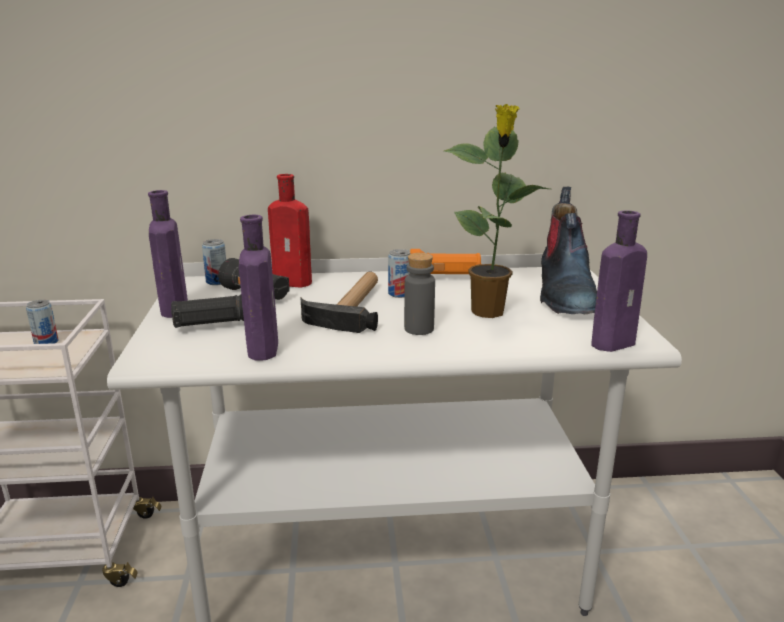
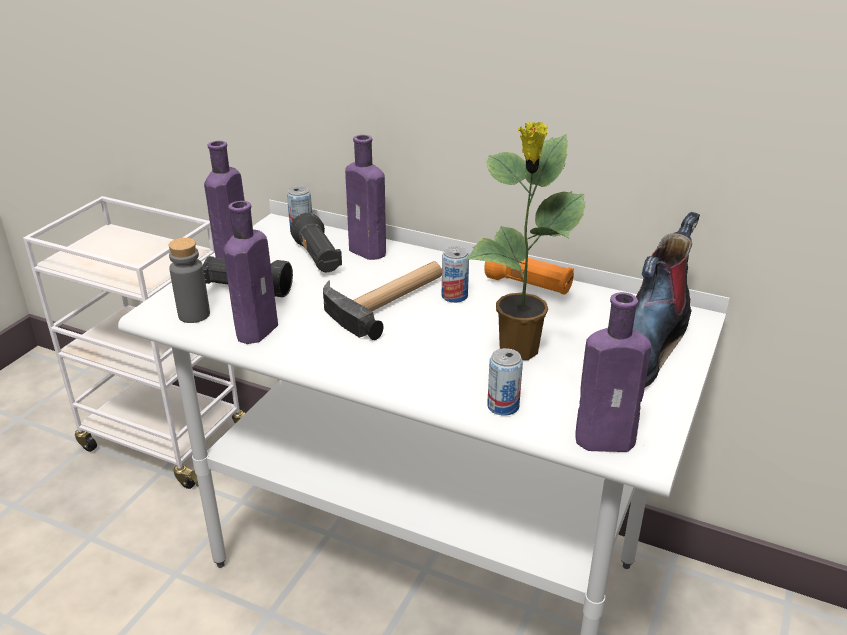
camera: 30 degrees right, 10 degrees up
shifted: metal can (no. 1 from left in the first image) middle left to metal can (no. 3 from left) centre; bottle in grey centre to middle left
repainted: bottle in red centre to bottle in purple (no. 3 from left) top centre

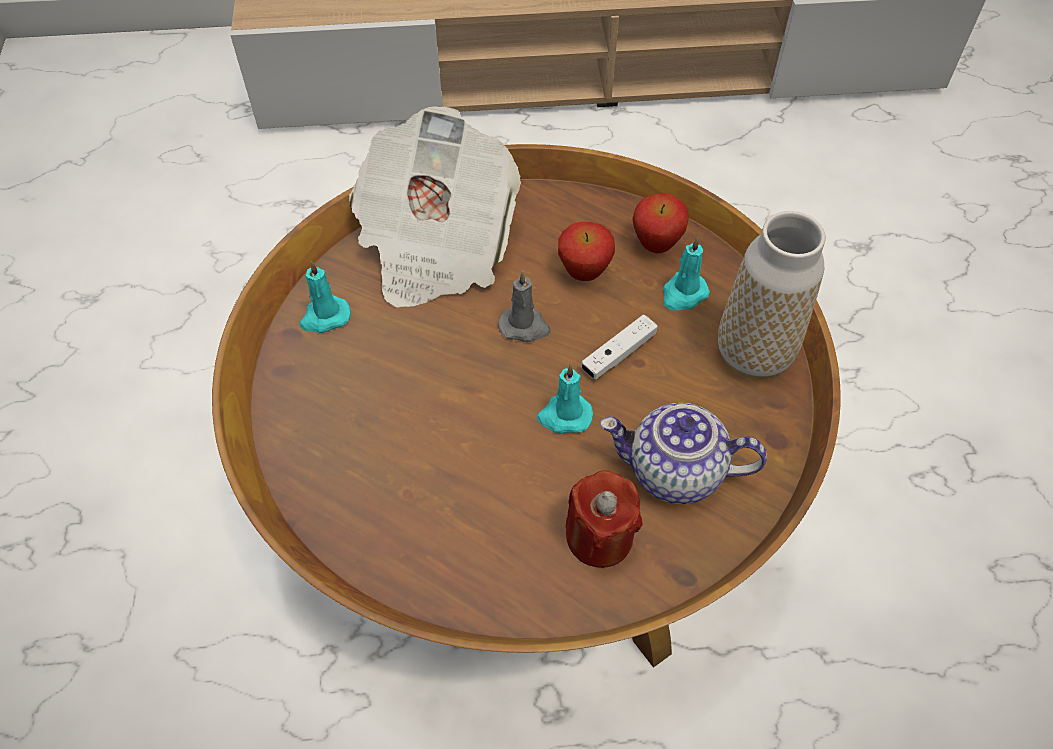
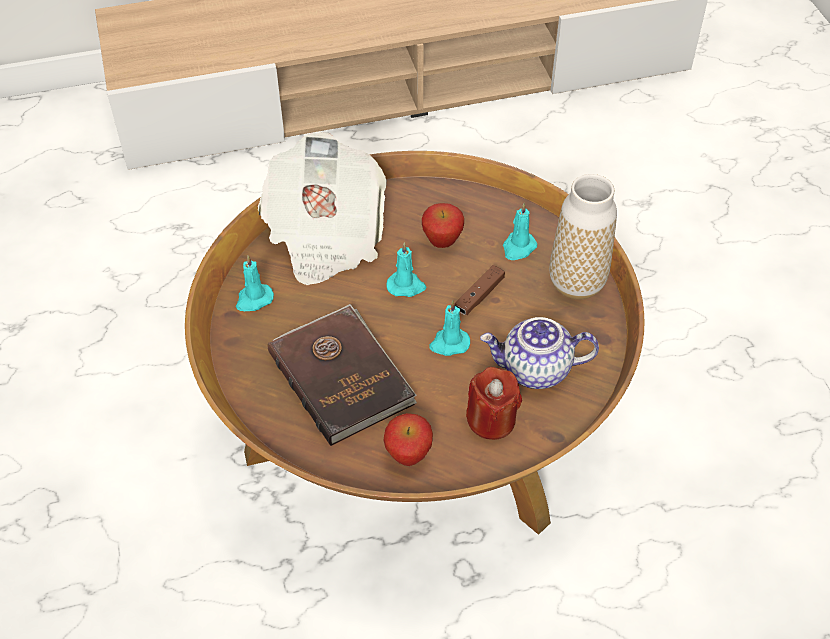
camera: 10 degrees left, 5 degrees down
new: volume in brown centre
shifted: whole apple (no. 2 from left in the first image) top centre to whole apple (no. 1 from left) bottom centre
repainted: candle in grey centre to candle in turquoise (no. 2 from left) centre; joypad in whitish centre to joypad in brown centre

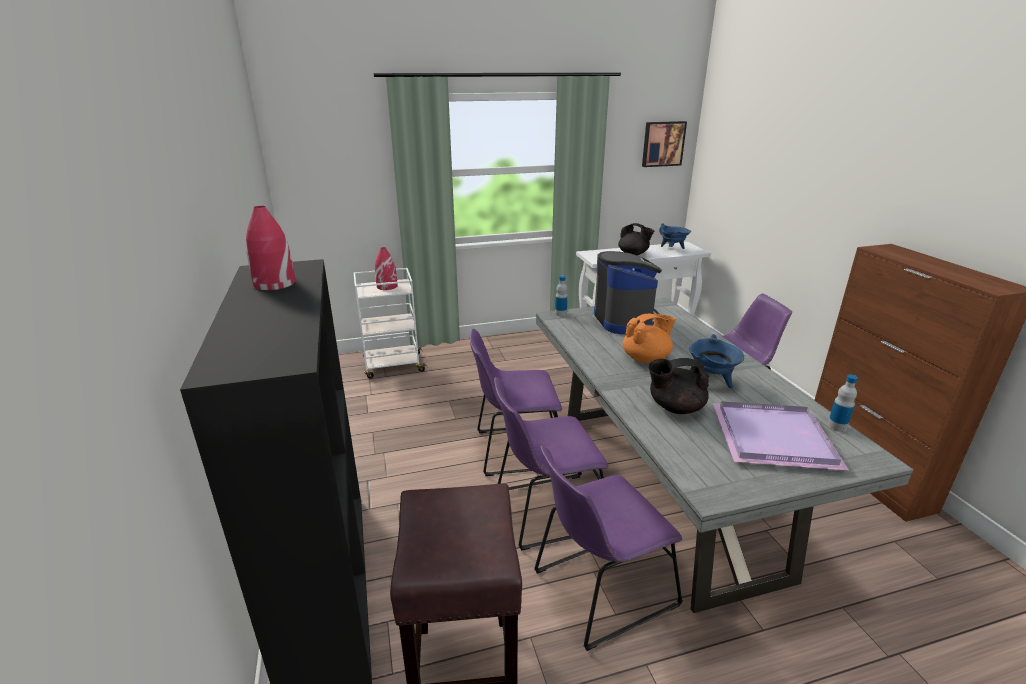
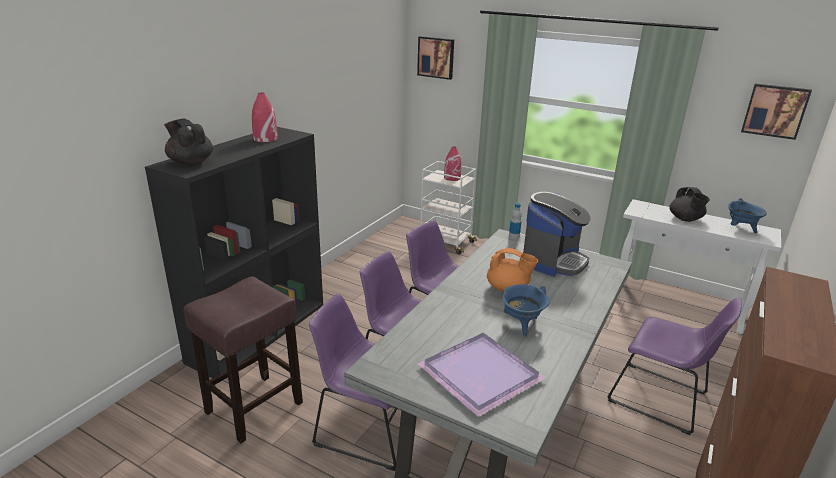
camera: 45 degrees right, 0 degrees up
gone: bottle (no. 2 from left) middle right
new: wall picture (no. 1 from left) top centre
shifted: pot for tea in blackish (no. 2 from left in the first image) centre to pot for tea in blackish (no. 1 from left) top left

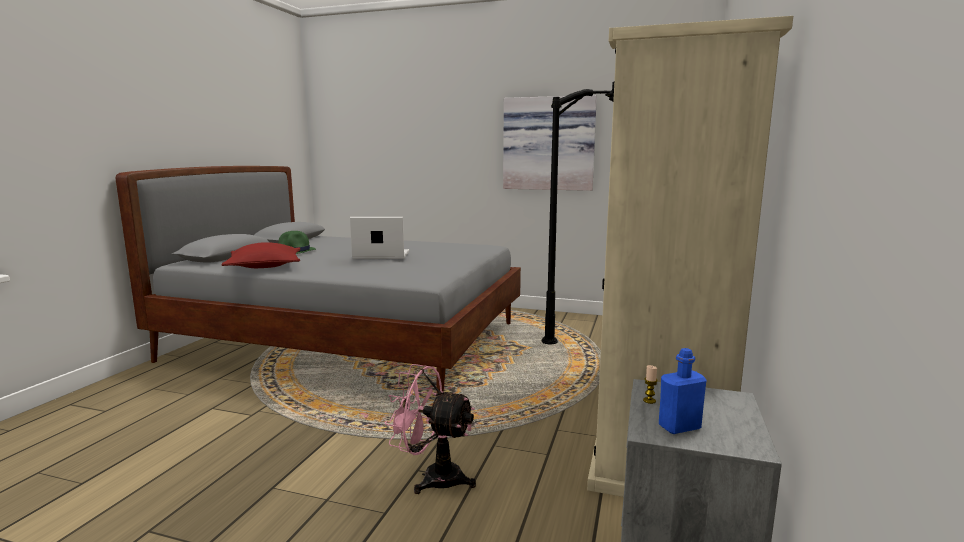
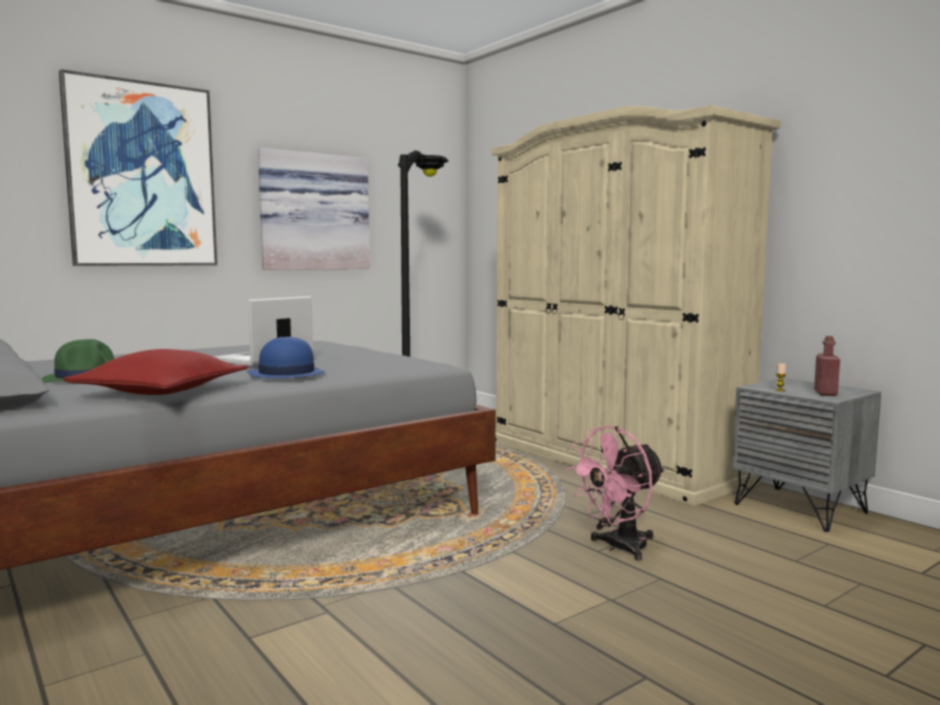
camera: 55 degrees left, 5 degrees down
new: wall picture (no. 1 from left) top left; clothing hat in blue-coloured middle left
repainted: bottle in blue-coloured bottom right to bottle in red middle right

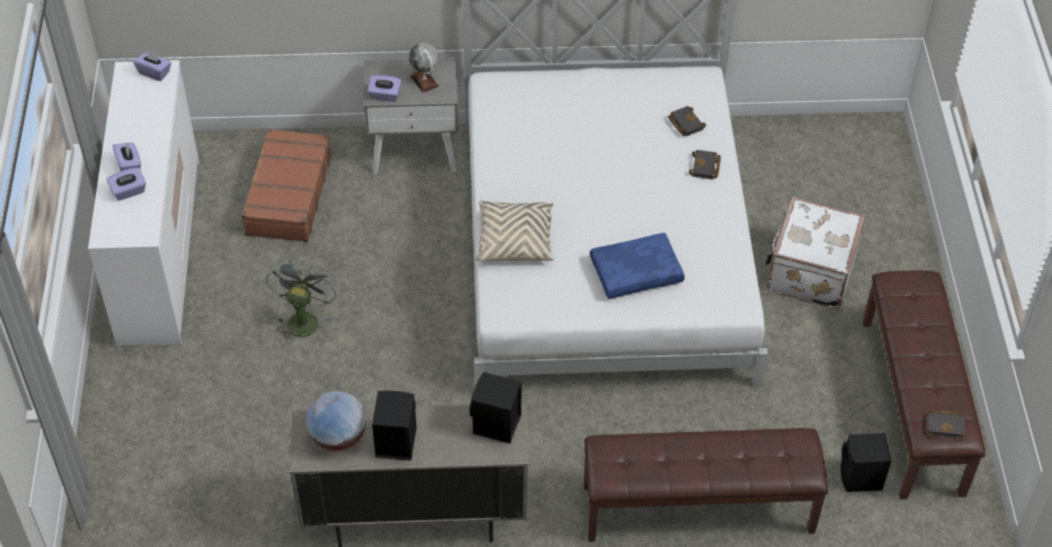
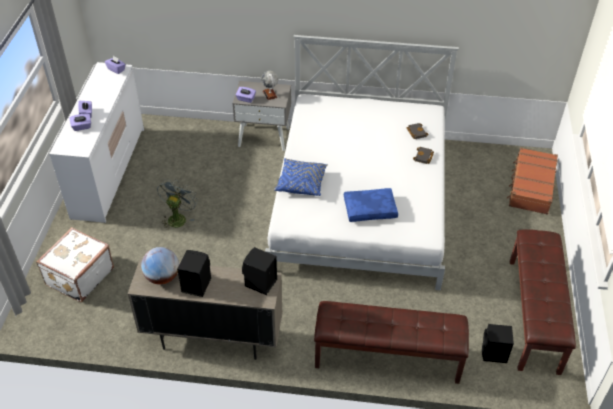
camera: 10 degrees right, 5 degrees down
gone: volume in blackish (no. 3 from left) bottom right
shifted: suitcase in brown middle left to middle right; suitcase in whitish middle right to middle left
repainted: pillow in beige centre to pillow in blue-coloured (no. 1 from left) centre

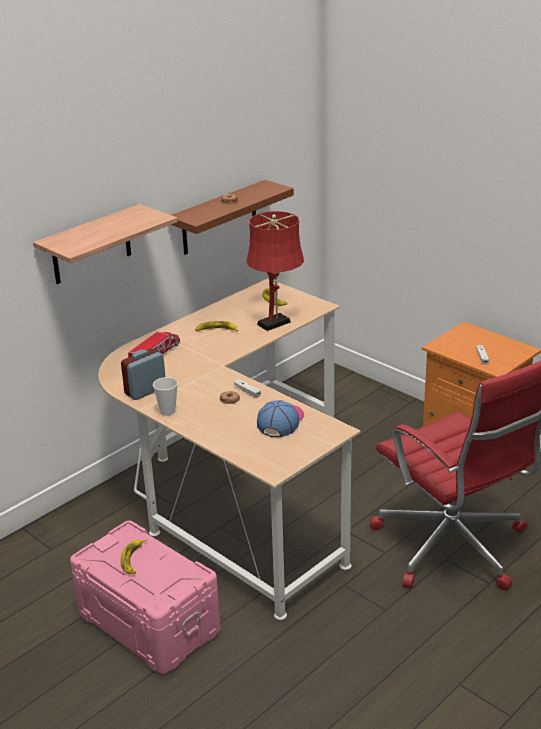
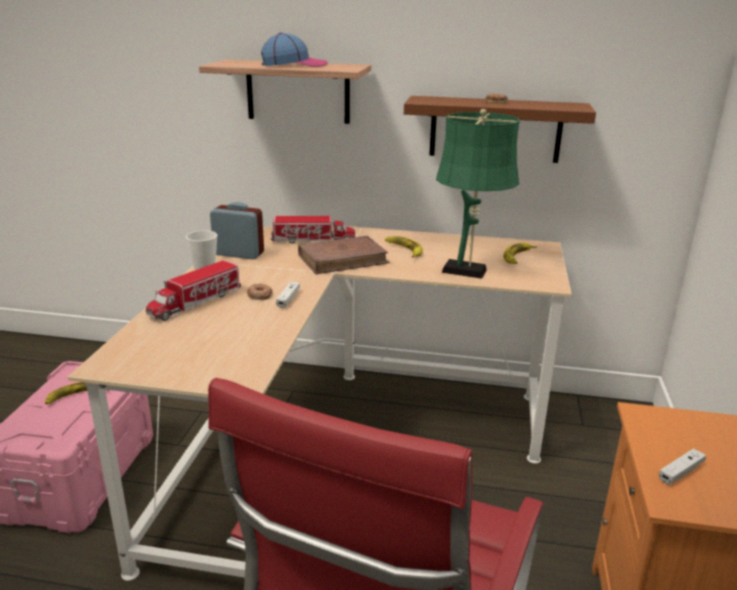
camera: 55 degrees right, 5 degrees down
new: model truck (no. 1 from left) middle left; volume in brown centre
shifted: baseball cap centre to top centre
repainted: table lamp in red centre to table lamp in green top centre

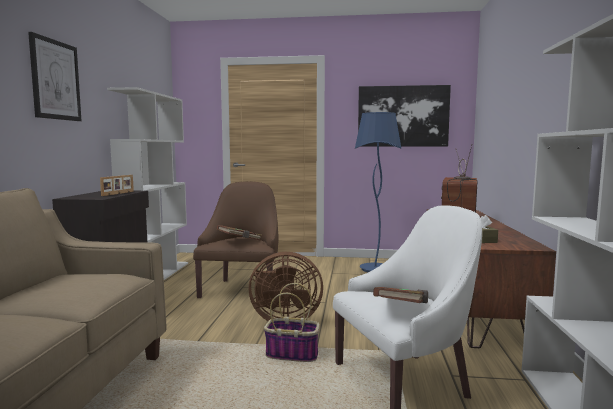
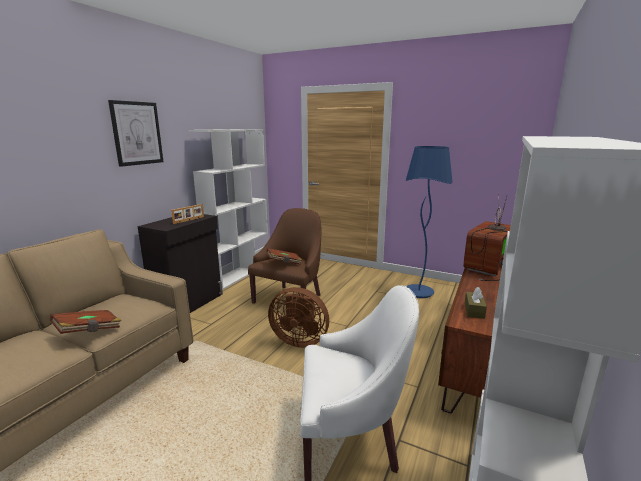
camera: 20 degrees right, 10 degrees up
gone: basket bottom centre; wall picture (no. 2 from left) top centre
shifted: volume in brown (no. 2 from left in the first image) bottom centre to volume in brown (no. 1 from left) bottom left

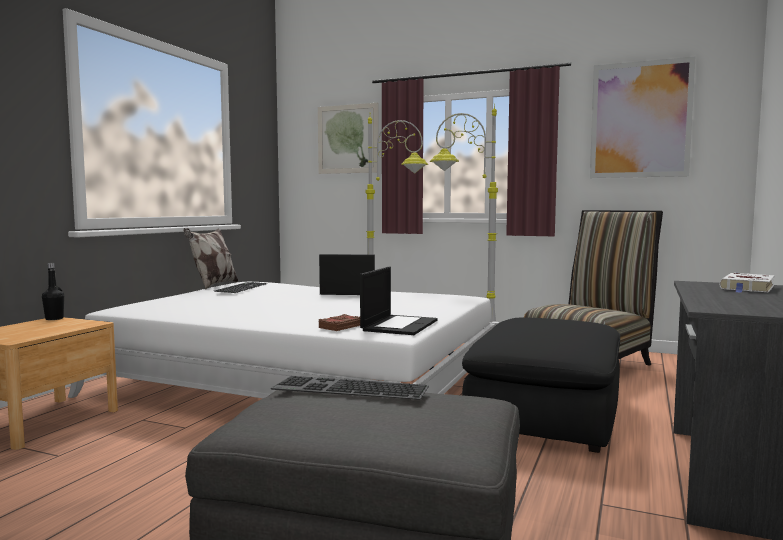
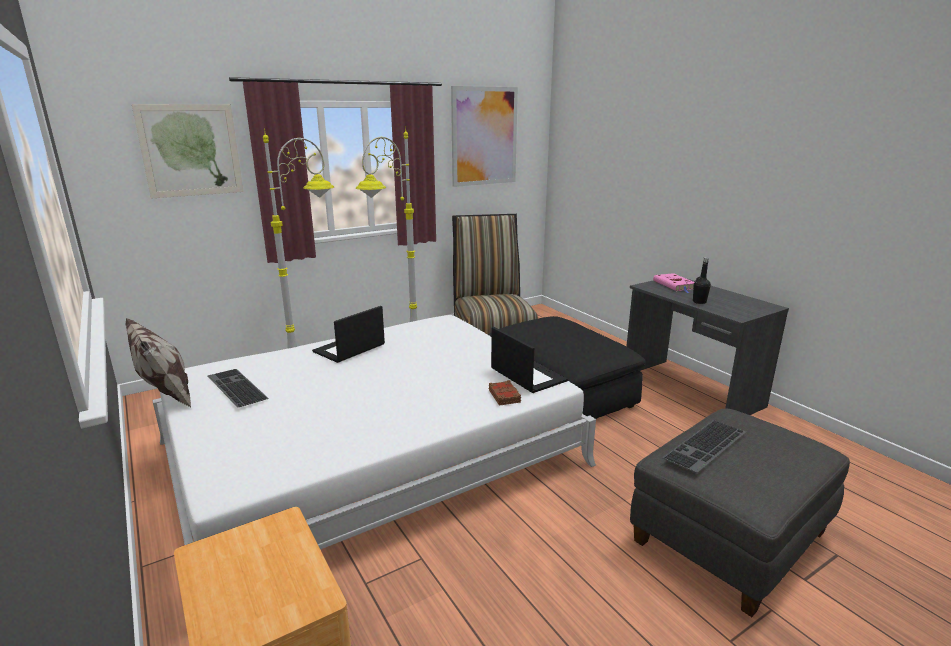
camera: 55 degrees left, 15 degrees up
shifted: bottle in blackish middle left to middle right
repainted: volume in whitish middle right to volume in pink-coloured middle right

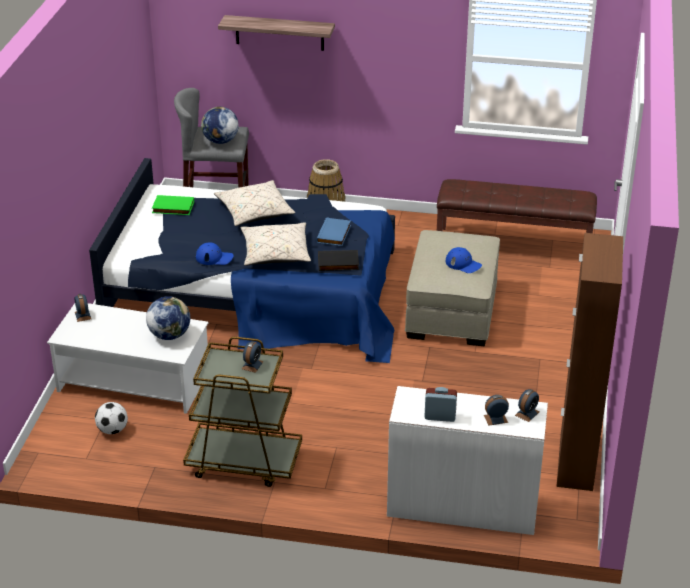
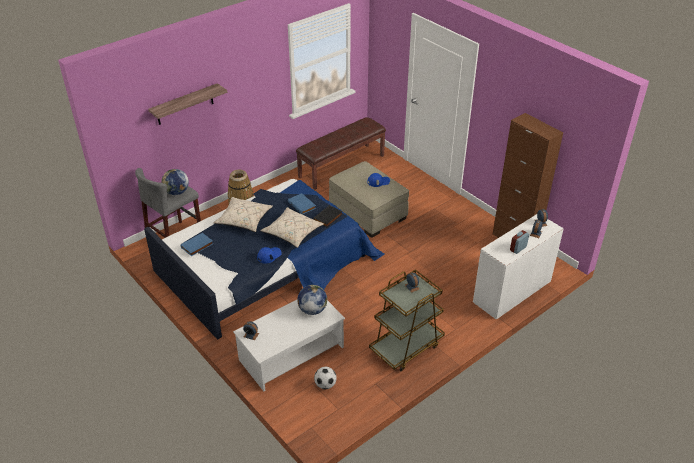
camera: 50 degrees left, 5 degrees up
repainted: volume in green middle left to volume in blue-coloured (no. 1 from left) middle left

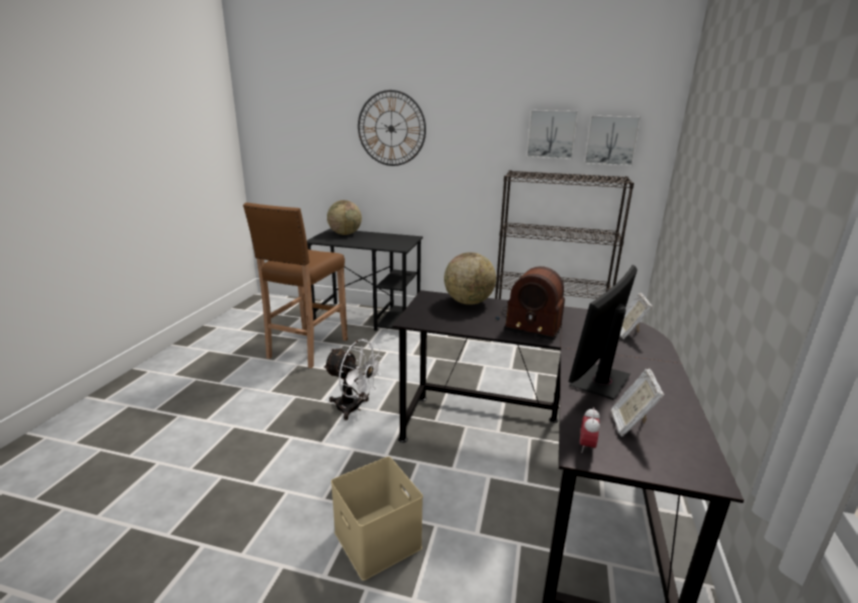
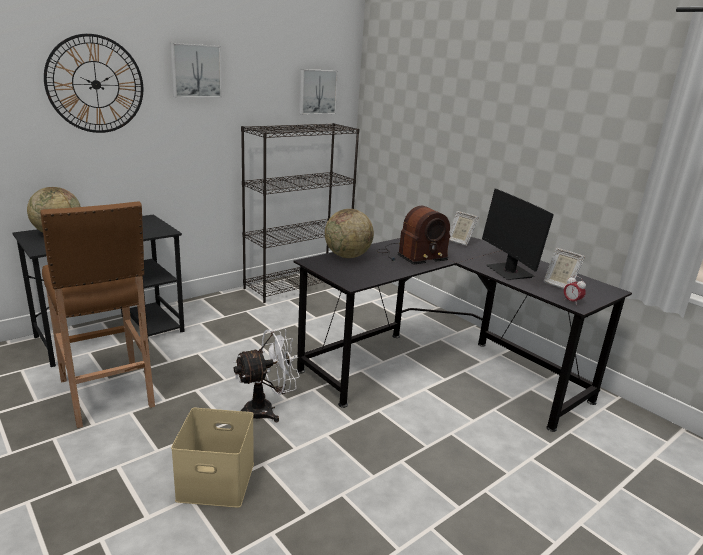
camera: 55 degrees left, 0 degrees up
shifted: storage container in beige bottom centre to bottom left; wall picture (no. 1 from left) top centre to top left

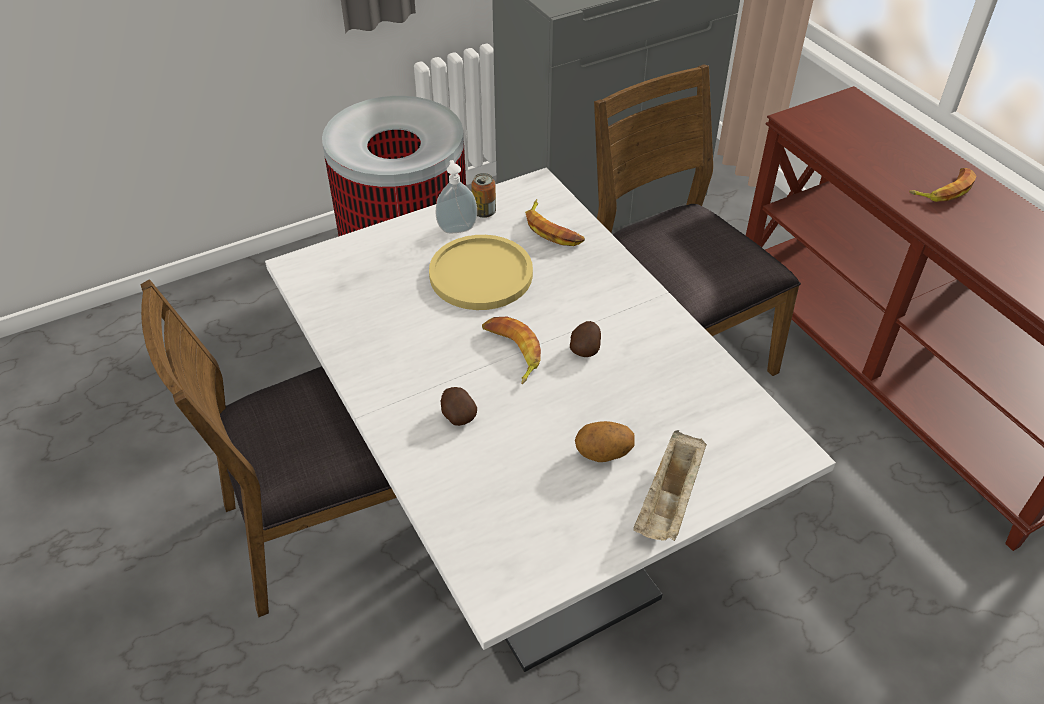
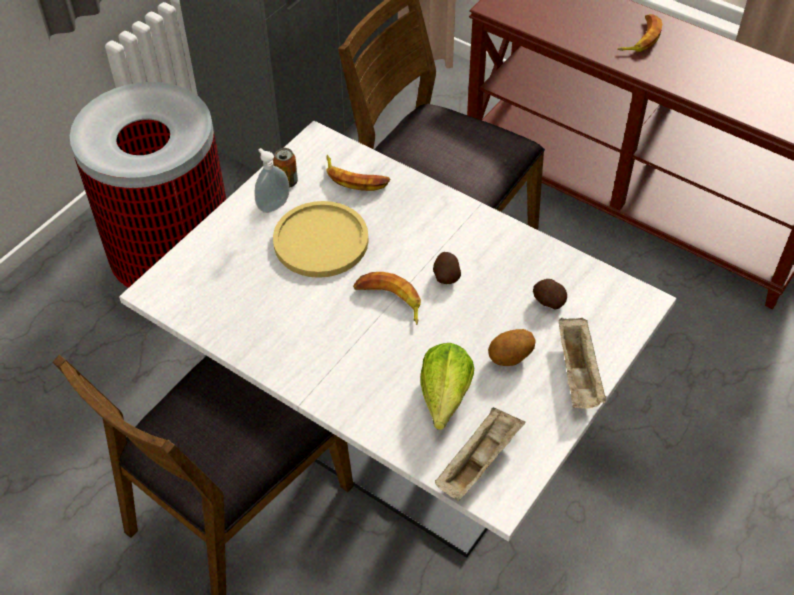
camera: 25 degrees left, 5 degrees up
new: lettuce centre; carrying tray in beige (no. 1 from left) bottom centre
shifted: potato (no. 1 from left in the first image) centre to potato (no. 3 from left) middle right

